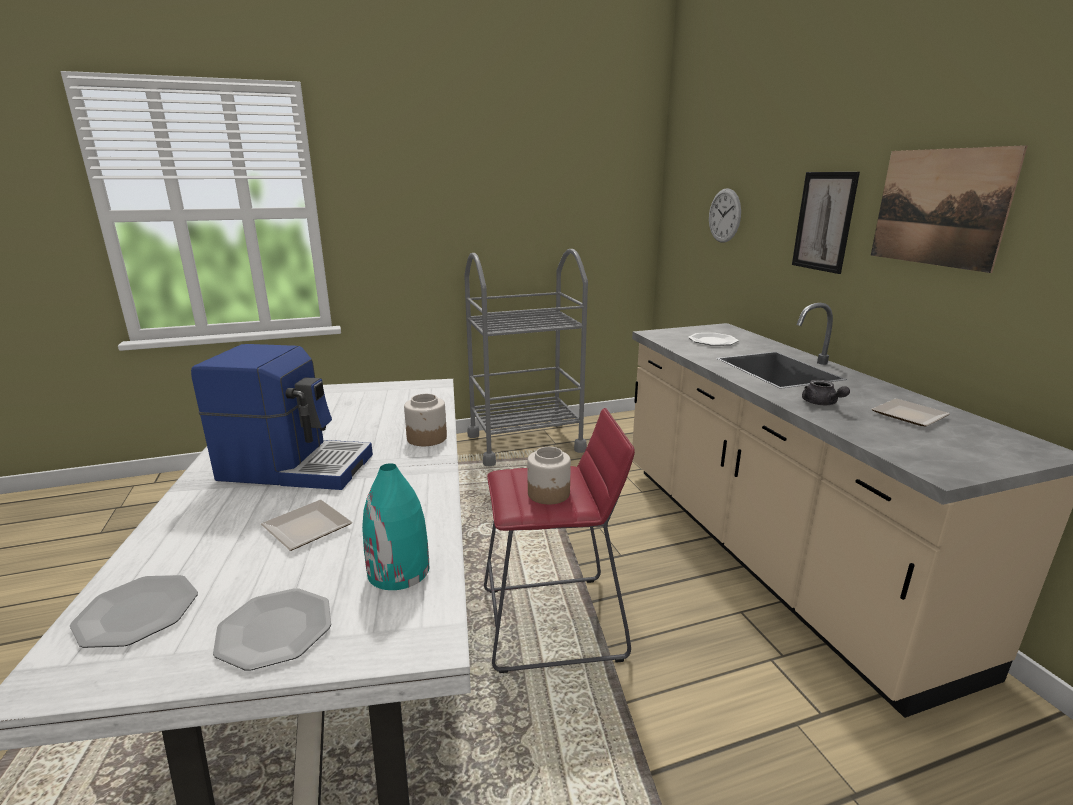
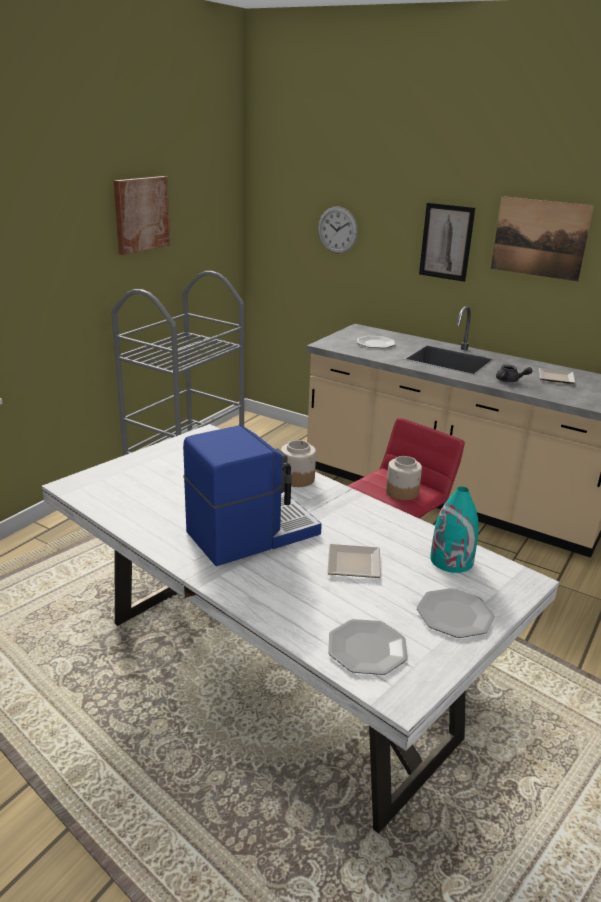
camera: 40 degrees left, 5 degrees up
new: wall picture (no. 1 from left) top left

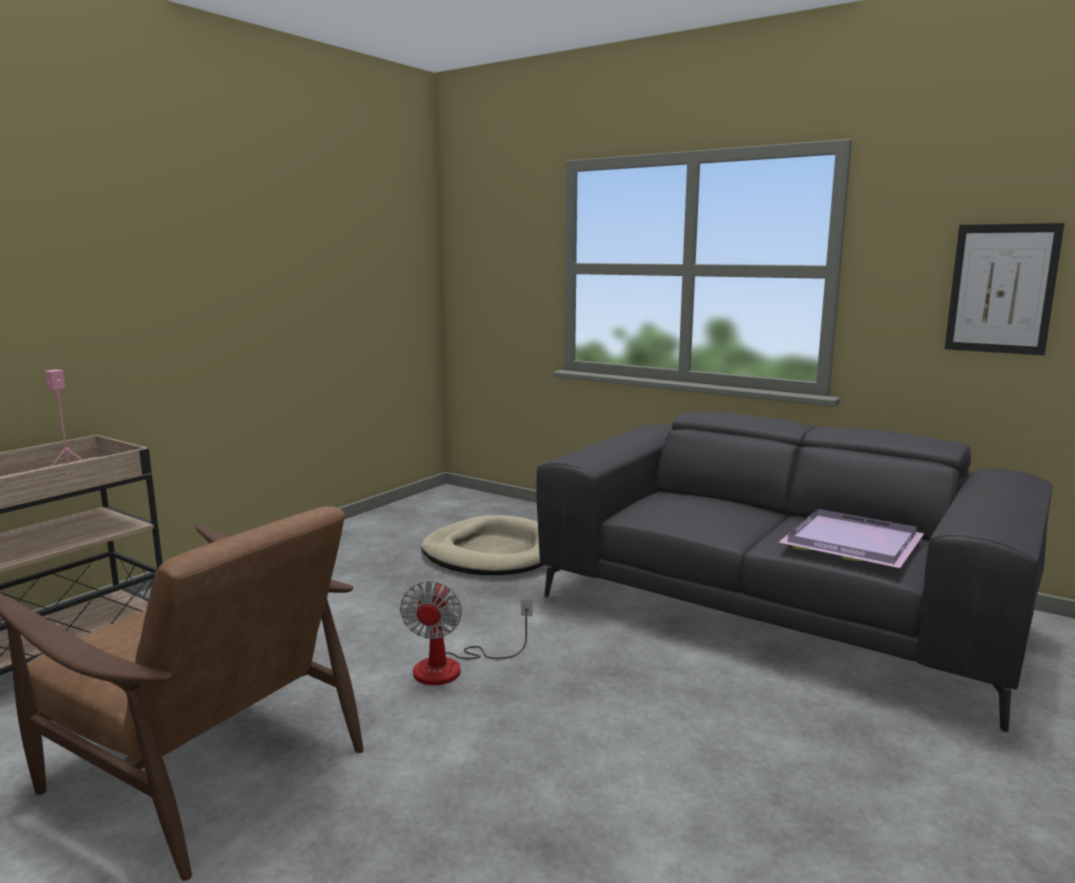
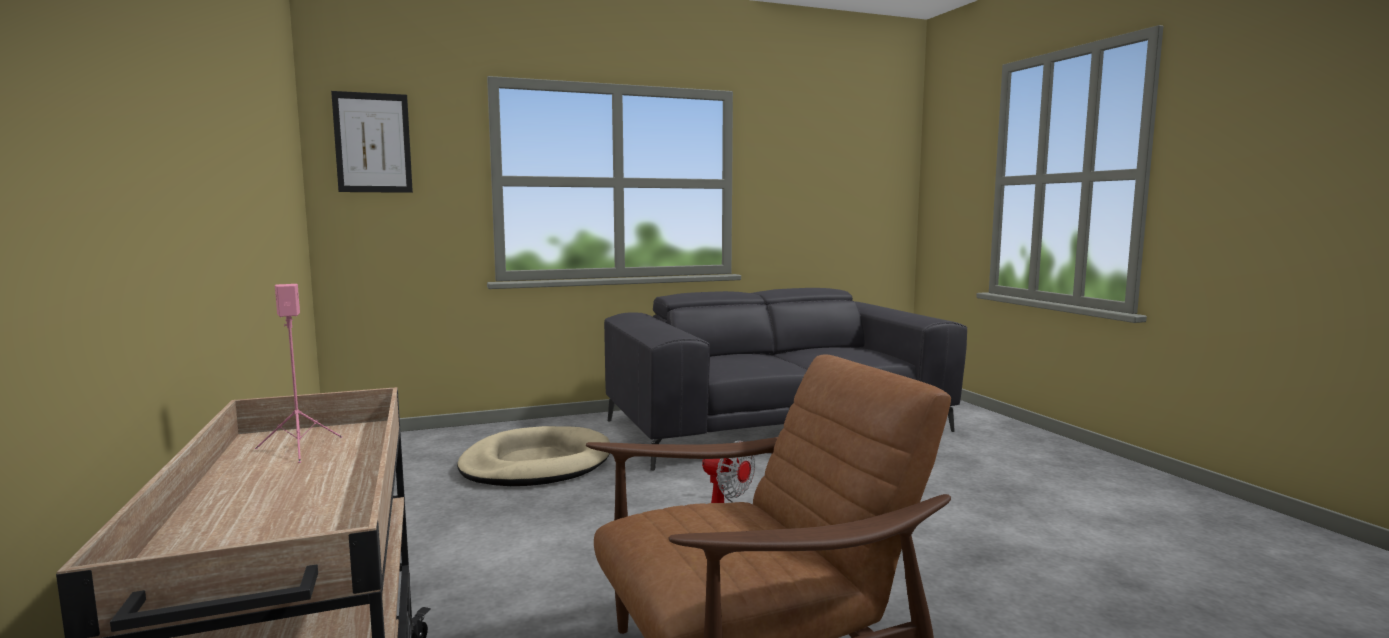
camera: 55 degrees left, 5 degrees down
gone: carrying tray in purple middle right
shifted: wall picture top right to top left

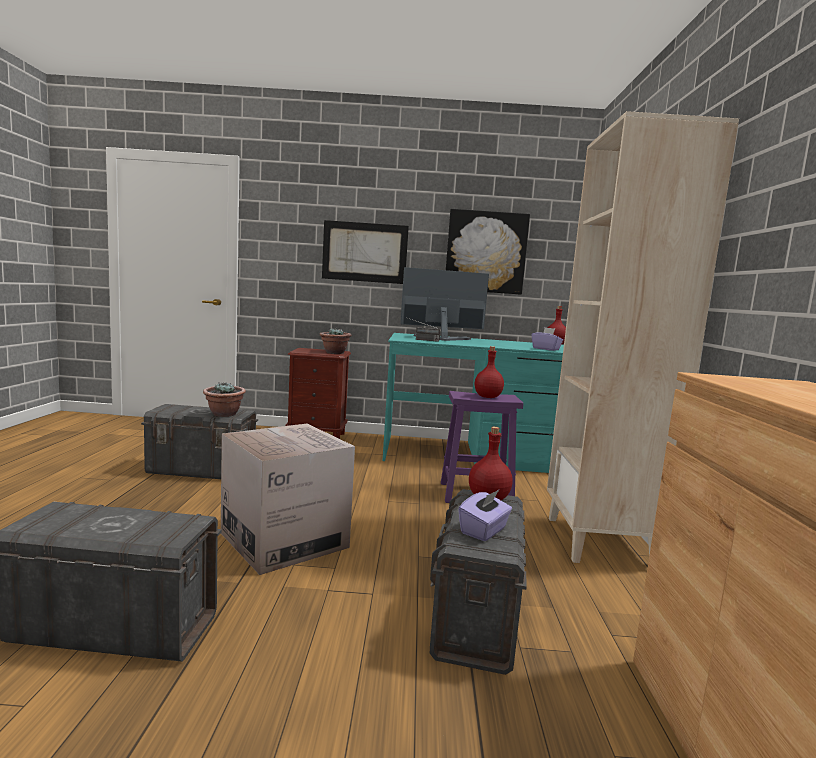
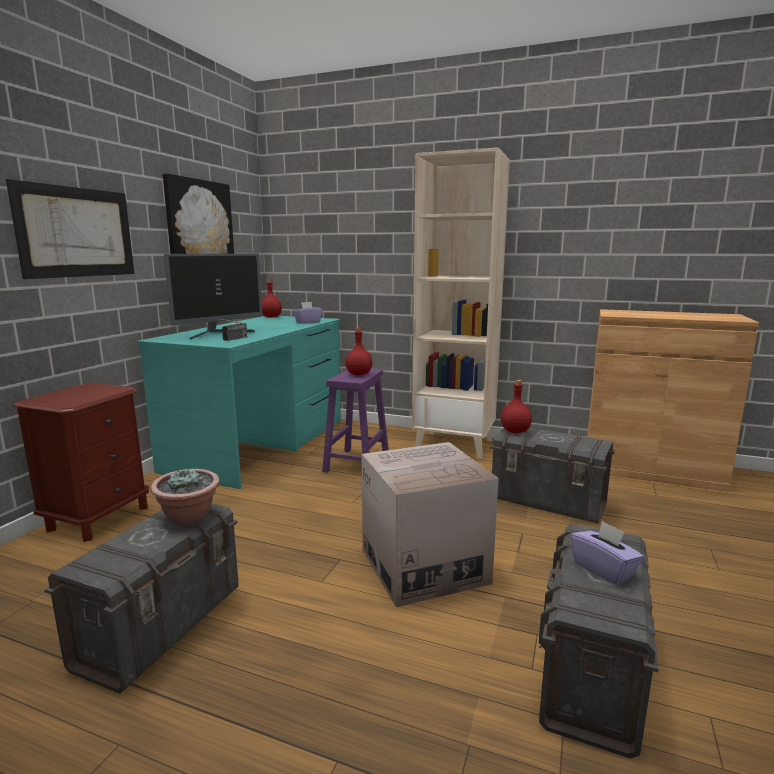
camera: 70 degrees left, 5 degrees up
gone: houseplant (no. 2 from left) centre
shifted: box of tissues in purple (no. 1 from left in the first image) bottom centre to box of tissues in purple (no. 2 from left) bottom right
rotated: computer display centre = middle left 150 degrees counterclockwise

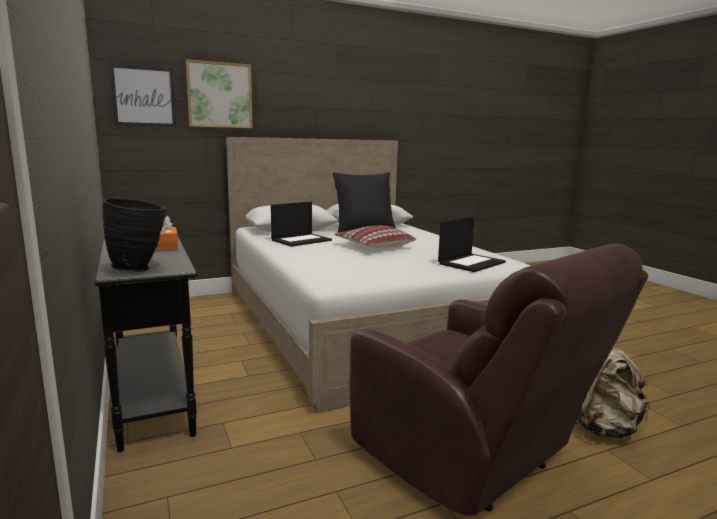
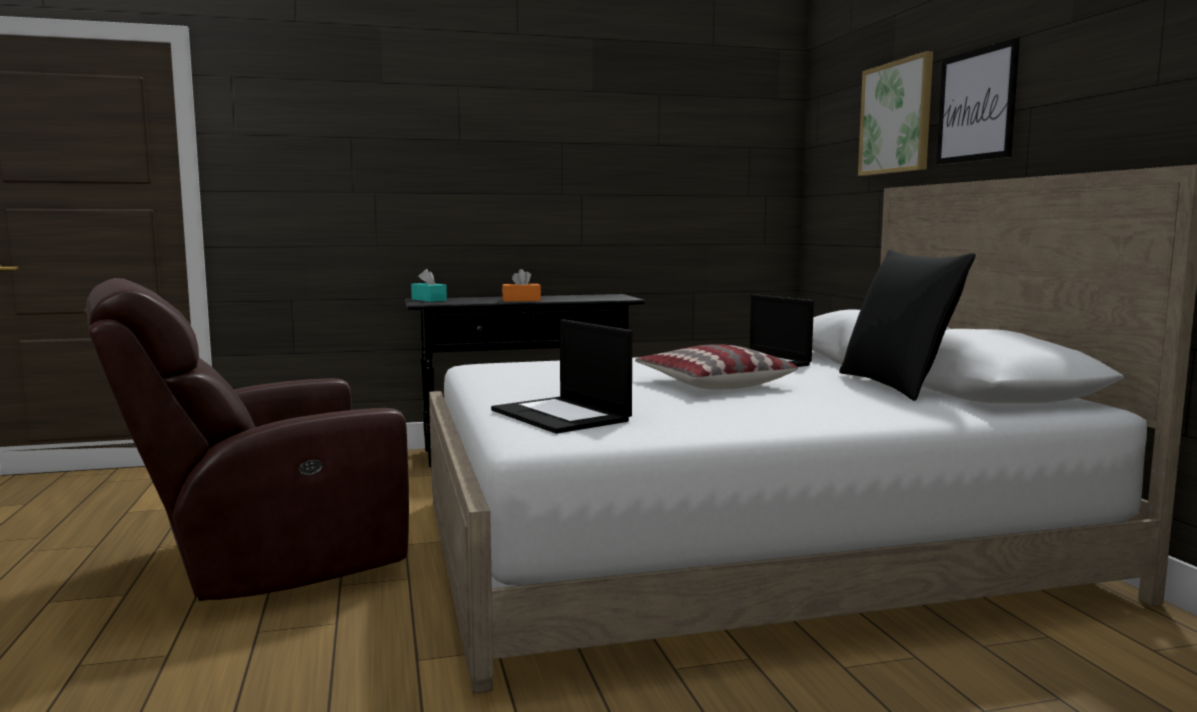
camera: 100 degrees right, 5 degrees down
gone: backpack in beige bottom right
shifted: wall picture (no. 1 from left in the first image) top left to wall picture (no. 2 from left) top right
swapped: vase in blackish middle left to box of tissues in turquoise centre

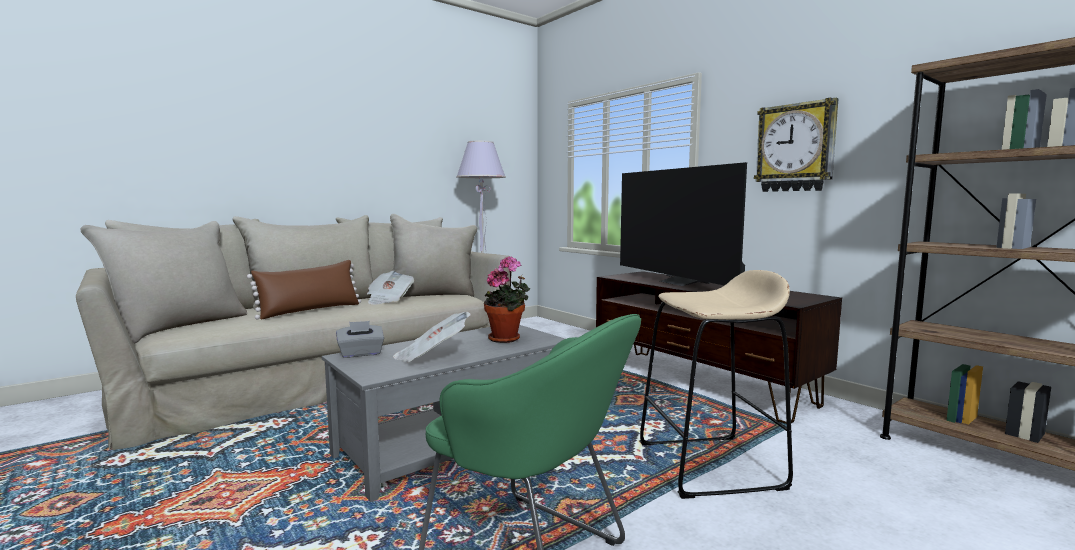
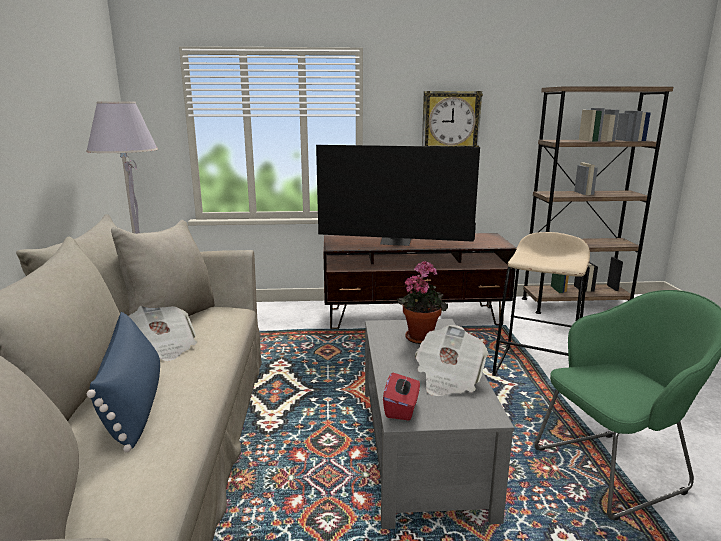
camera: 55 degrees left, 10 degrees up
repainted: pillow in brown middle left to pillow in blue-coloured bottom left; box of tissues in grey centre to box of tissues in red bottom centre

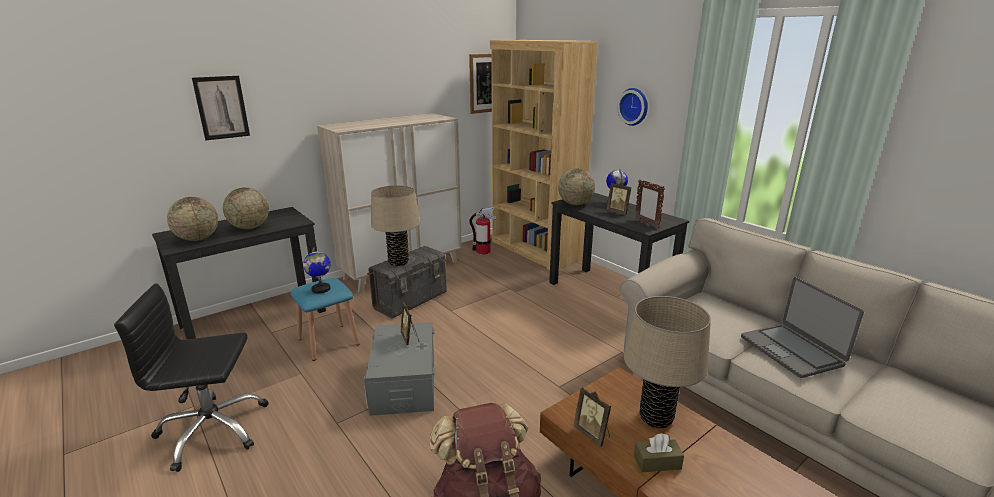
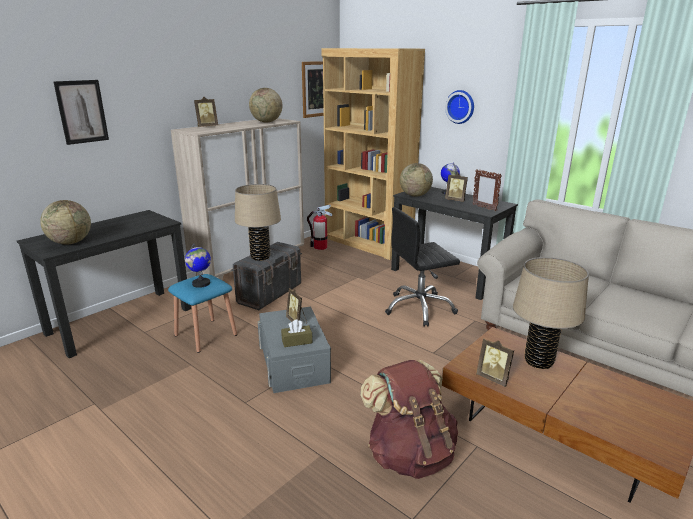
camera: 10 degrees left, 0 degrees up
gone: portable computer middle right
new: standing frame (no. 1 from left) top left
shifted: computer chair in blackish bottom left to centre; globe (no. 2 from left in the first image) middle left to globe (no. 3 from left) top centre; box of tissues in brown bottom centre to centre

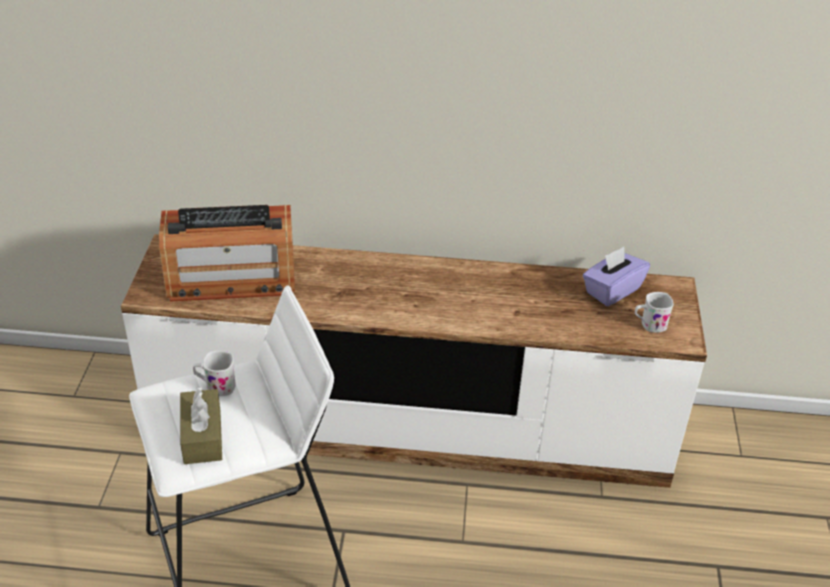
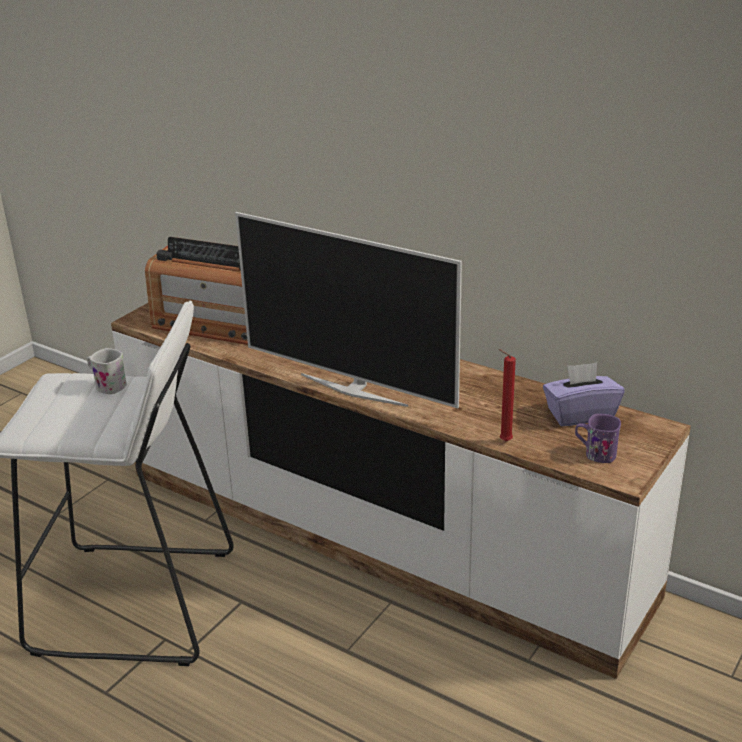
camera: 30 degrees right, 10 degrees down
gone: box of tissues in brown bottom left
new: television centre; candle in red middle right
repainted: coffee mug in whitish (no. 2 from left) middle right to coffee mug in purple middle right

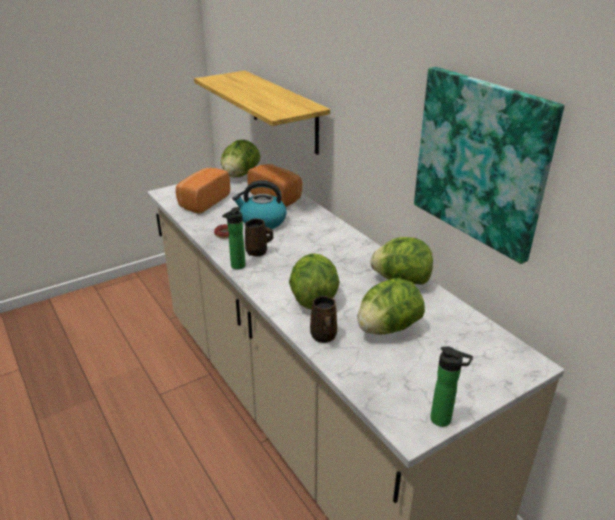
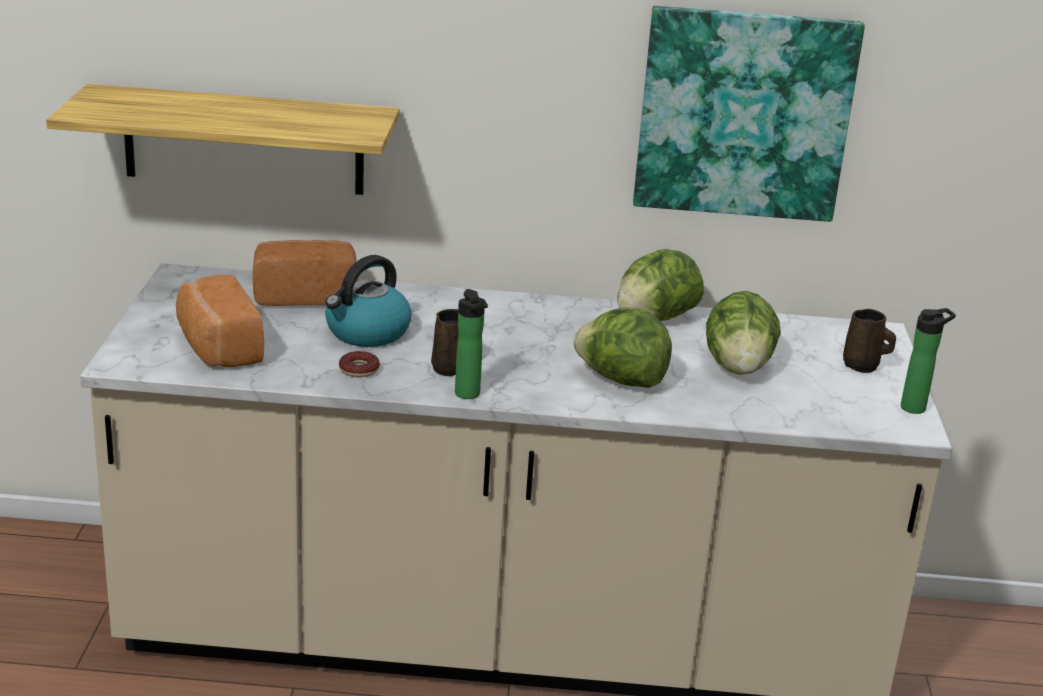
camera: 55 degrees left, 5 degrees down
gone: lettuce (no. 1 from left) top centre
shifted: coffee mug in brown (no. 2 from left) centre to middle right

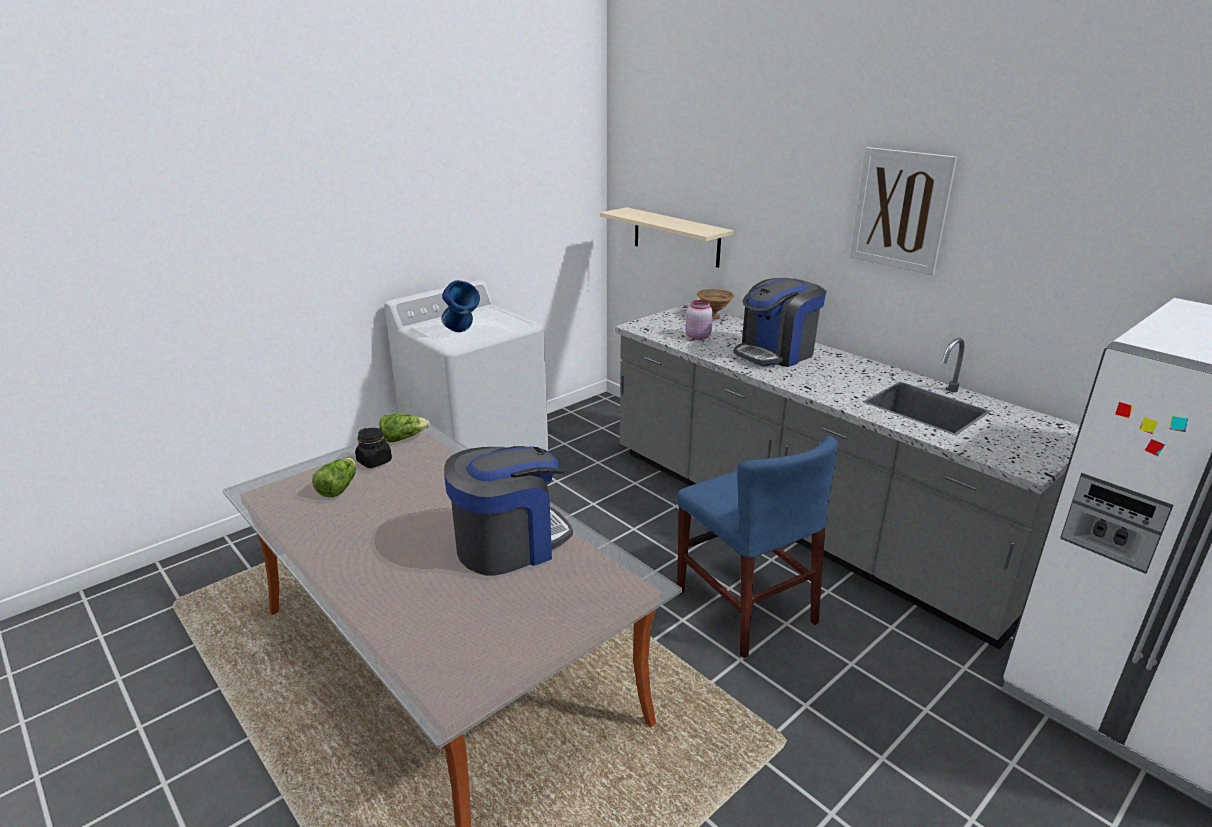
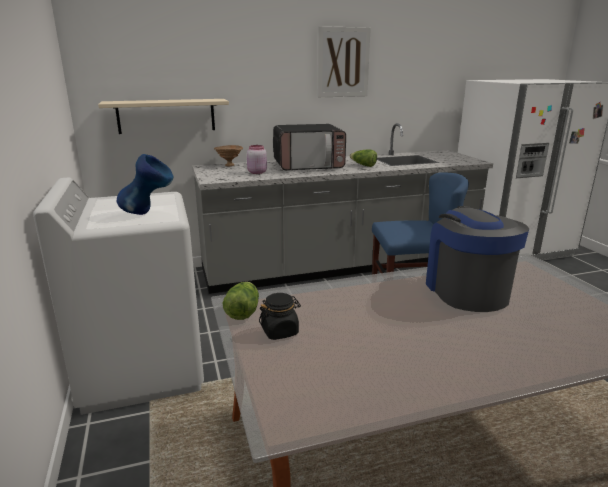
camera: 65 degrees left, 5 degrees down
shifted: lettuce (no. 1 from left in the first image) middle left to lettuce (no. 2 from left) top centre
swapped: coffee machine (no. 2 from left) centre to microwave top centre

